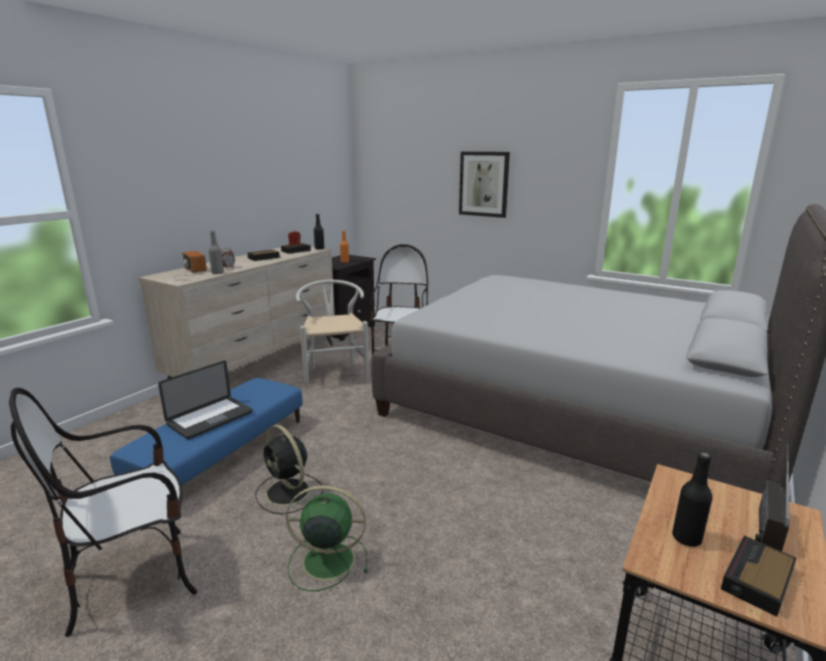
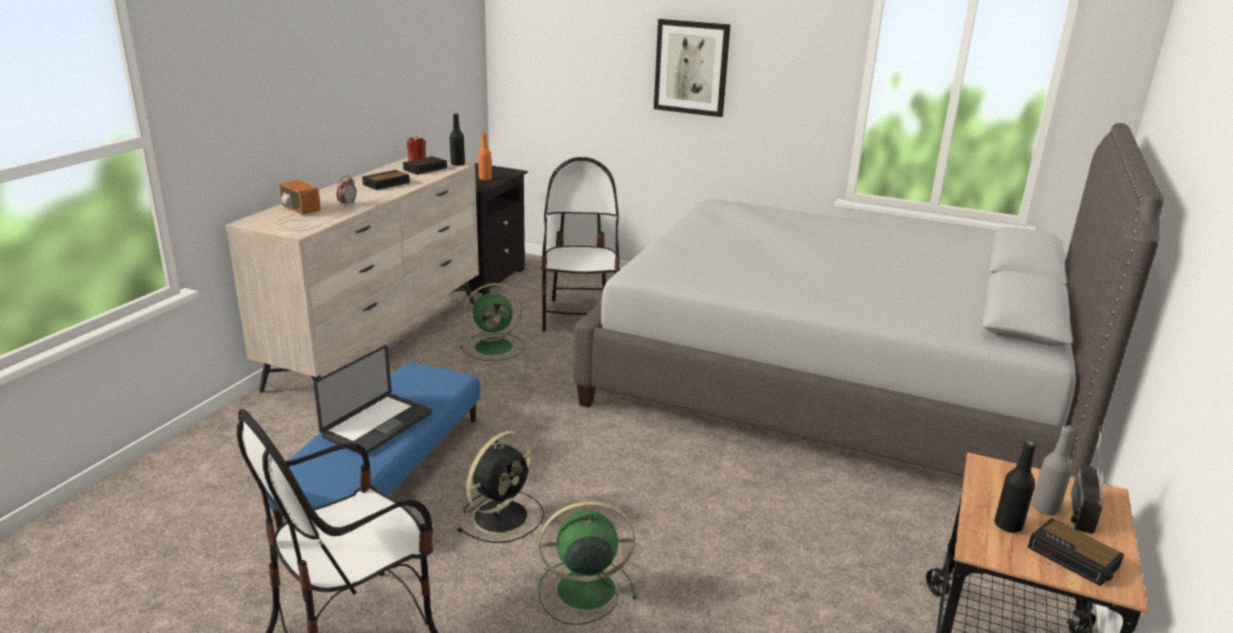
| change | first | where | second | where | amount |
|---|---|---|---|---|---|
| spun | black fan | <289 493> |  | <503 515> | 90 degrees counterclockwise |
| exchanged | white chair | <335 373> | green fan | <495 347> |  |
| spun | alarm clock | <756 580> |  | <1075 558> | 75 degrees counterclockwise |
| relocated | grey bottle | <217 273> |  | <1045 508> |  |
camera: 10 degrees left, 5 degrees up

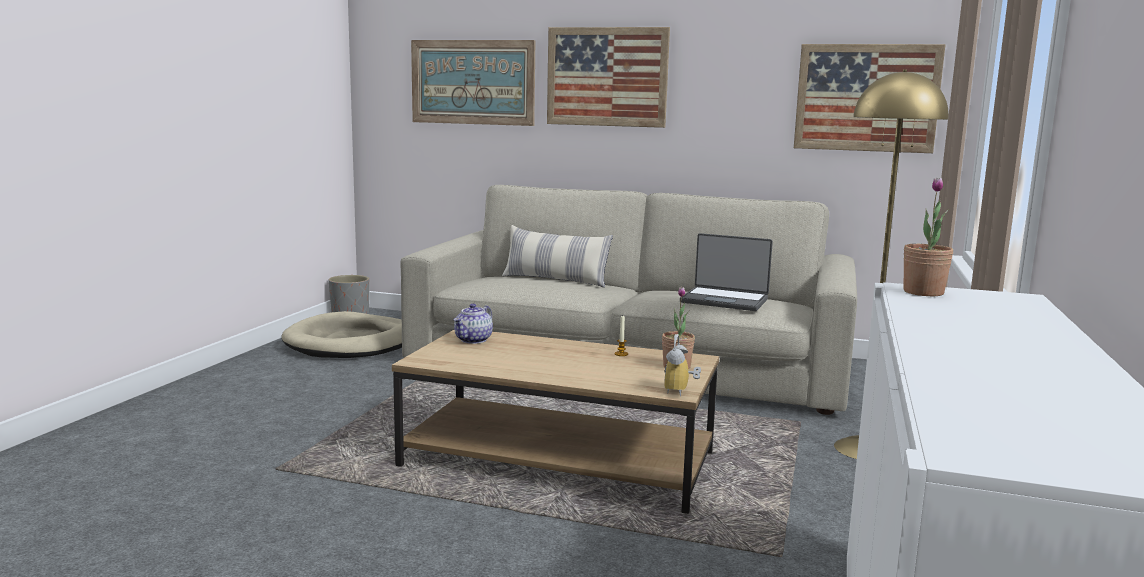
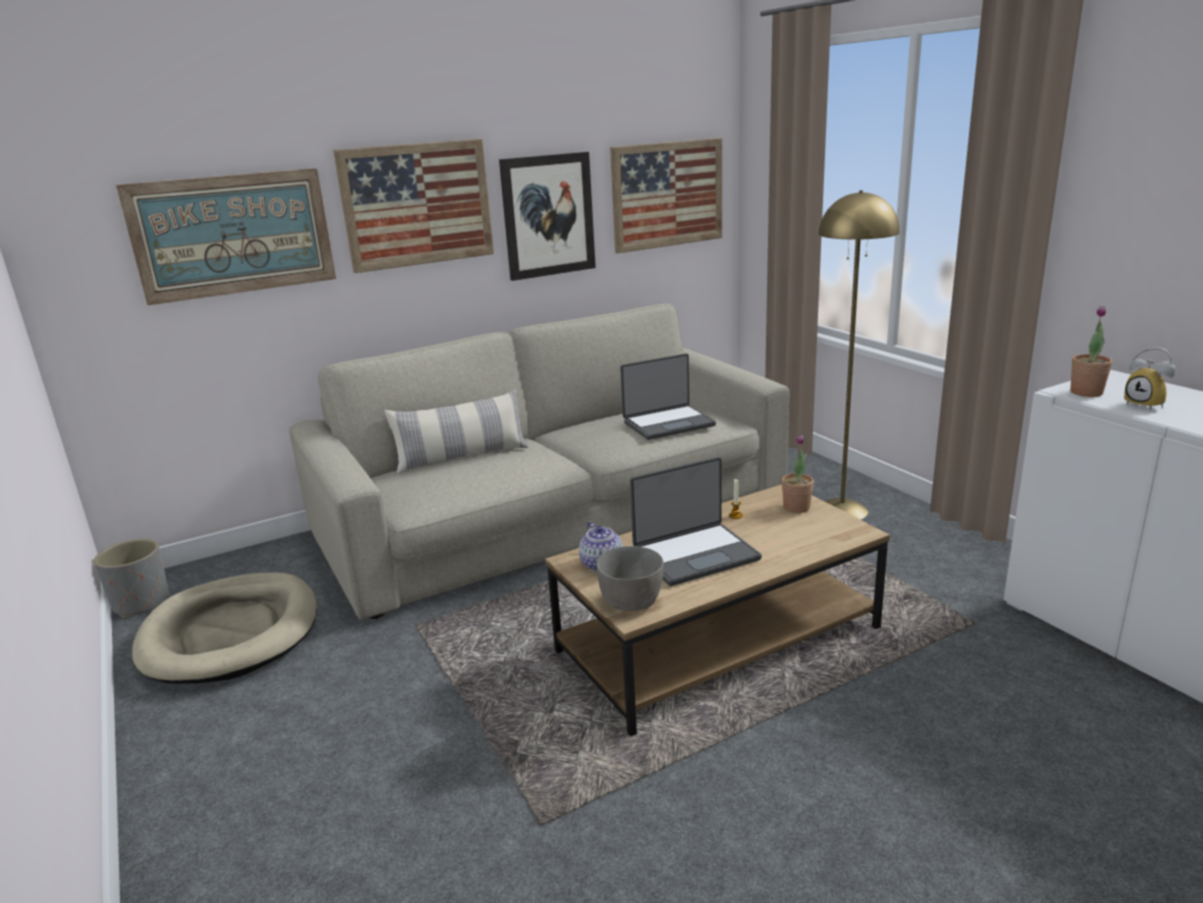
| change | first | where | second | where | amount |
|---|---|---|---|---|---|
| appeared |  |  | picture | <548 216> |  |
| appeared |  |  | grey bowl | <632 602> |  |
| appeared |  |  | laptop | <695 554> |  |
| relocated | alarm clock | <681 391> |  | <1147 405> |  |
camera: 45 degrees left, 10 degrees up

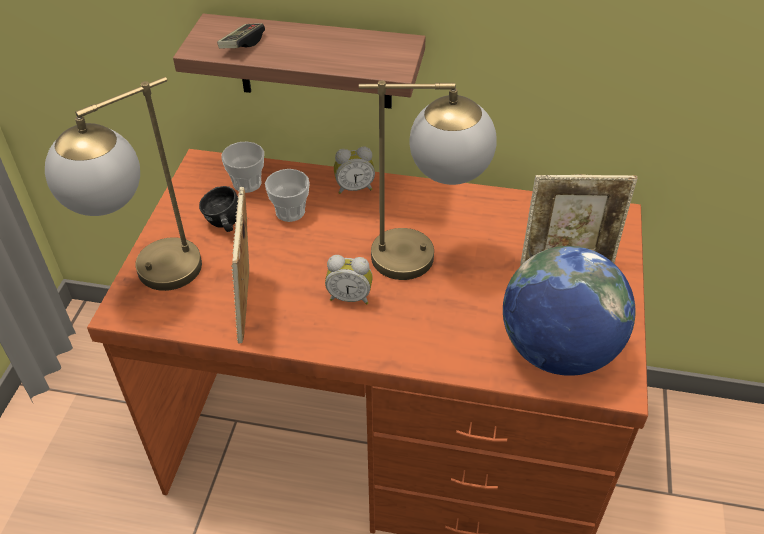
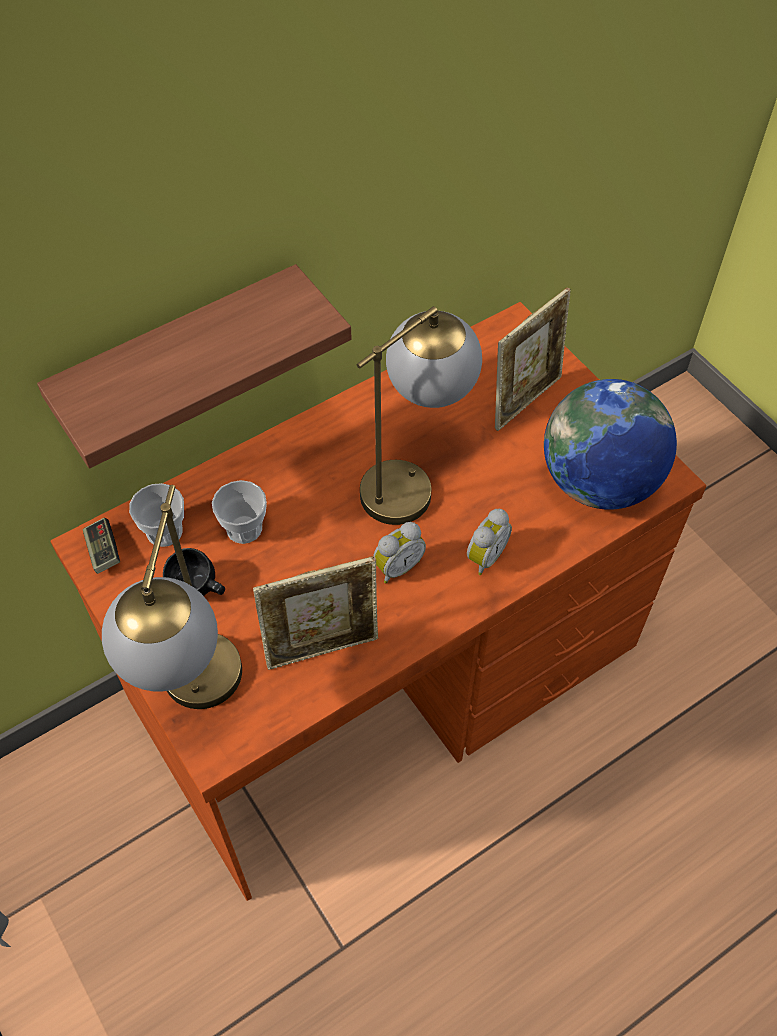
| change | first | where | second | where | amount |
|---|---|---|---|---|---|
| relocated | game controller | <242 44> |  | <103 551> |  |
| spun | picture frame | <247 306> |  | <322 647> | 60 degrees counterclockwise |
| relocated | alarm clock | <354 188> |  | <484 556> |  |
camera: 45 degrees left, 10 degrees up

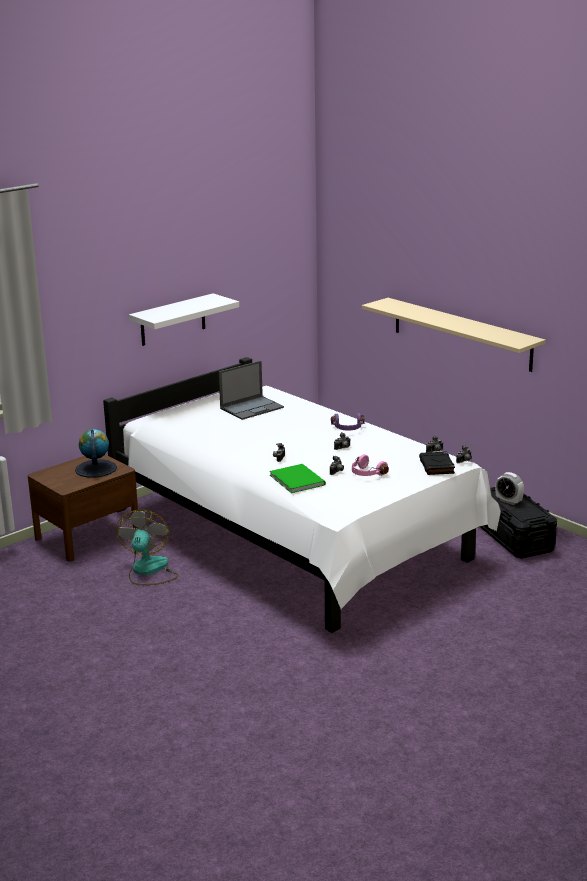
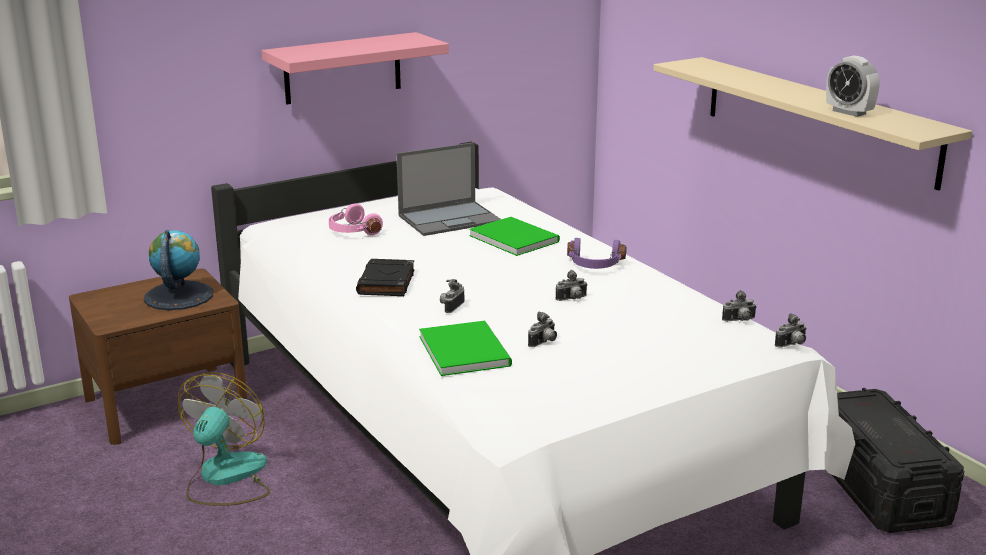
| change | first | where | second | where | amount |
|---|---|---|---|---|---|
| colour | white shelf | <173 320> | pink shelf | <342 68> |  |
| relocated | pink headphones | <366 473> |  | <353 231> |  |
| relocated | black book | <437 466> |  | <386 283> |  |
| appeared |  |  | green book | <514 237> |  |
| relocated | alarm clock | <508 501> |  | <849 112> |  |
camera: 10 degrees right, 0 degrees up

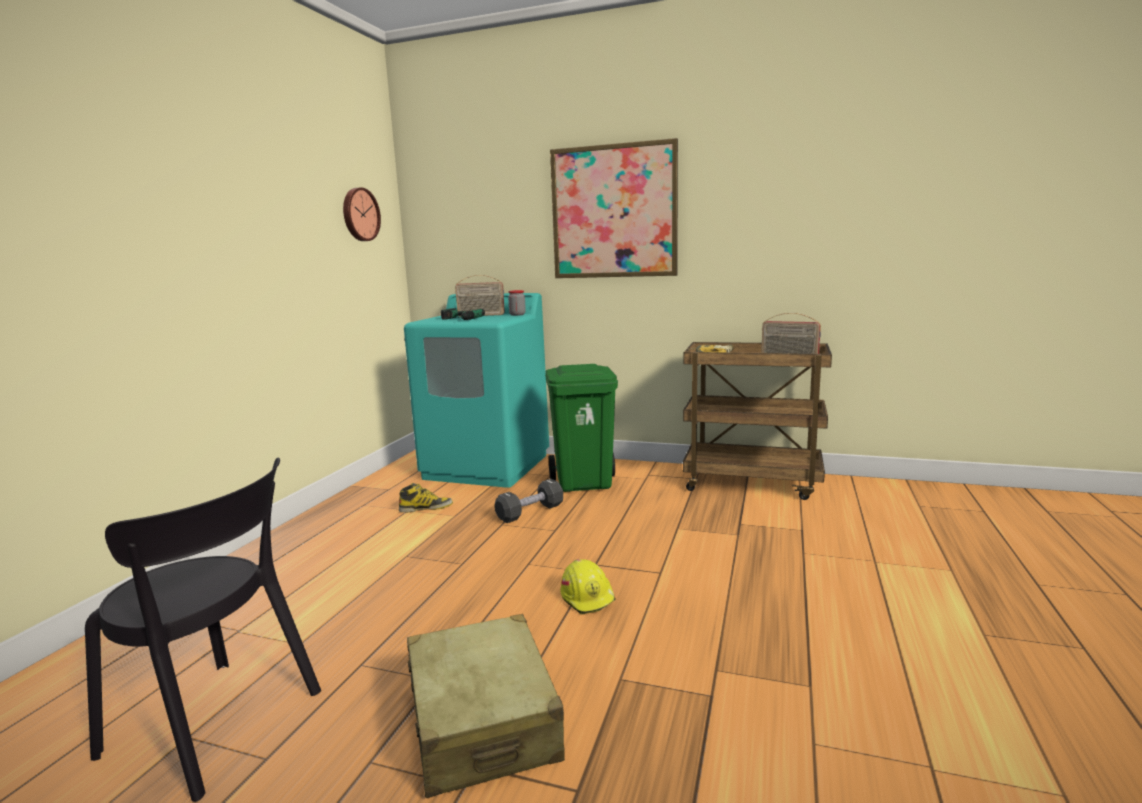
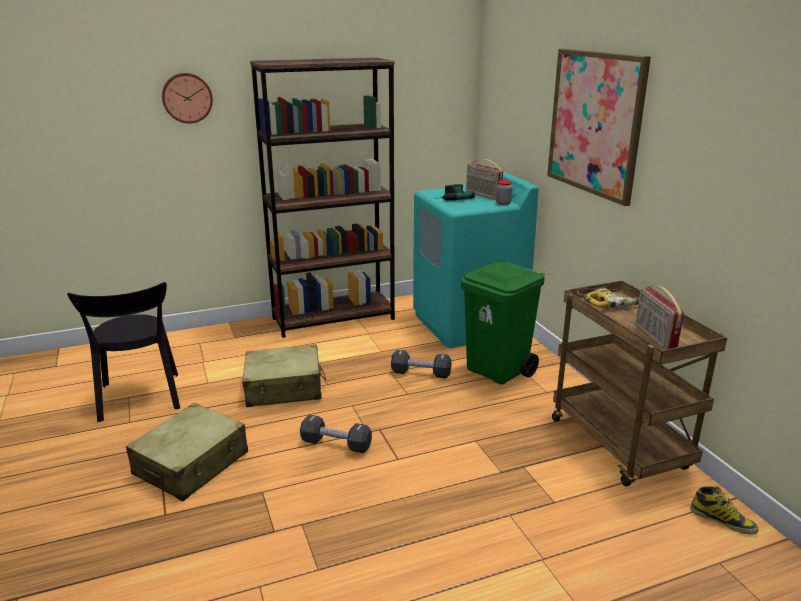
| change | first | where | second | where | amount |
|---|---|---|---|---|---|
| relocated | wall clock | <359 214> |  | <187 98> |  |
| appeared |  |  | beige suitcase | <284 388> |  |
| appeared |  |  | brown bookcase | <333 318> |  |
| exchanged | yellow hard hat | <588 597> | black dumbbell | <336 444> |  |
| relocated | boot | <426 508> |  | <722 520> |  |
camera: 50 degrees right, 10 degrees up

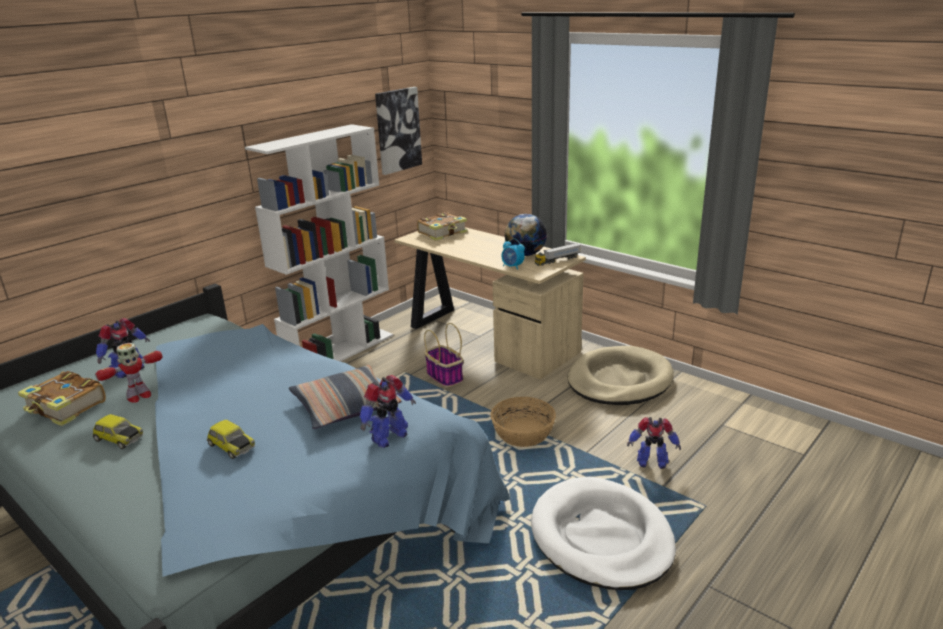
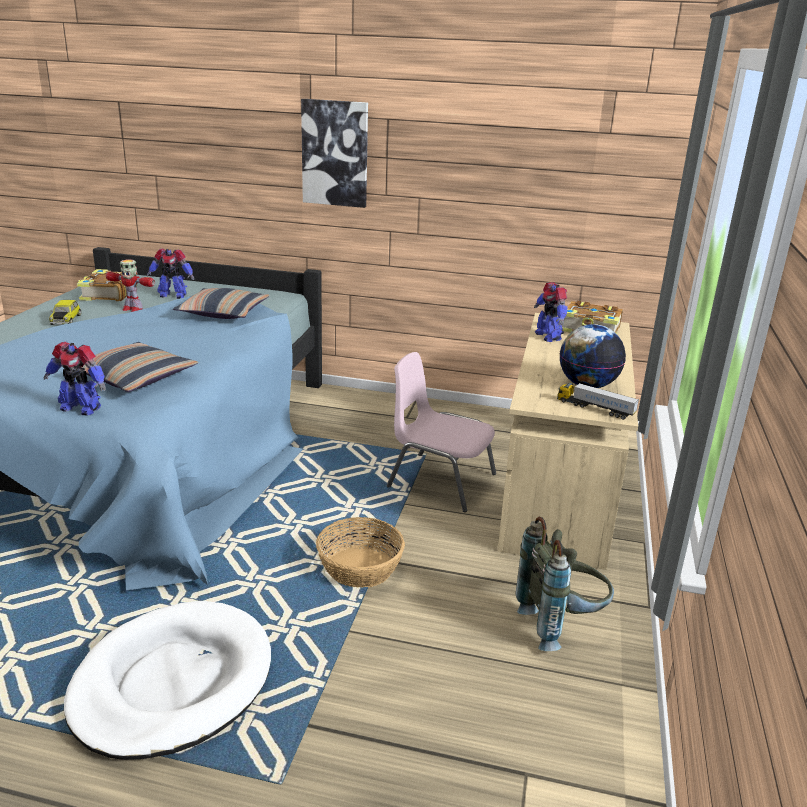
| change | first | where | second | where | amount |
|---|---|---|---|---|---|
| appeared |  |  | pillow | <223 313> |  |
| relocated | picture | <397 130> |  | <335 153> |  |
| exchanged | basket | <444 376> | pink chair | <440 480> |  |
| exchanged | beige dog bed | <619 380> | grey backpack | <560 624> |  |
| relocated | toy robot | <651 462> |  | <548 336> |  |
| missing | toy car | <231 447> |  |  |  |
| missing | white bookcase | <340 351> |  |  |  |
| missing | alarm clock | <512 267> |  |  |  |
camera: 60 degrees right, 0 degrees up

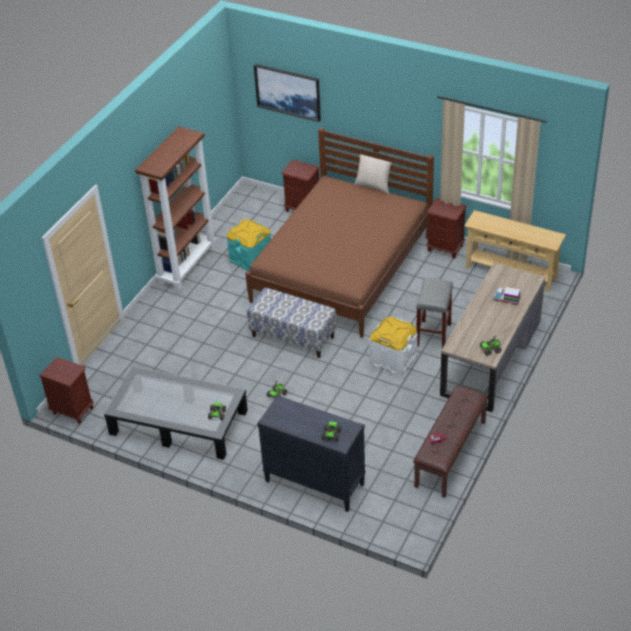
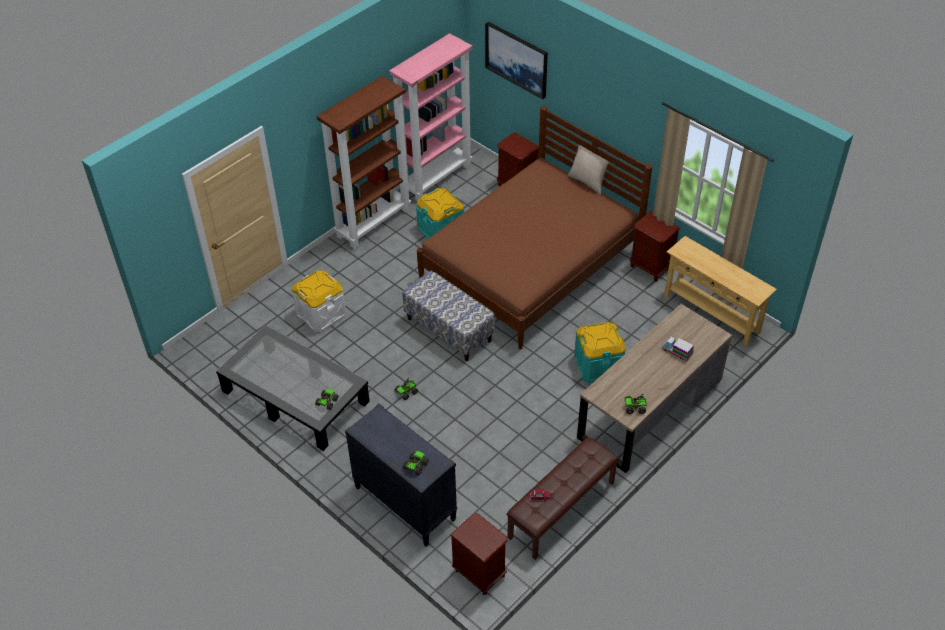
| change | first | where | second | where | amount |
|---|---|---|---|---|---|
| relocated | white storage box | <393 359> |  | <321 314> |  |
| appeared |  |  | pink bookcase | <436 177> |  |
| relocated | brown nightstand | <73 410> |  | <480 573> |  |
| exchanged | grey stool | <433 334> | turquoise storage box | <598 365> |  |
camera: 15 degrees right, 5 degrees up

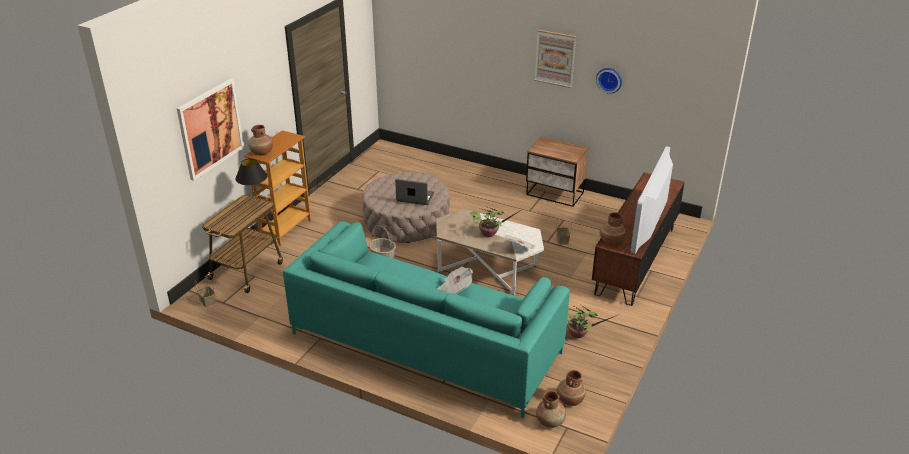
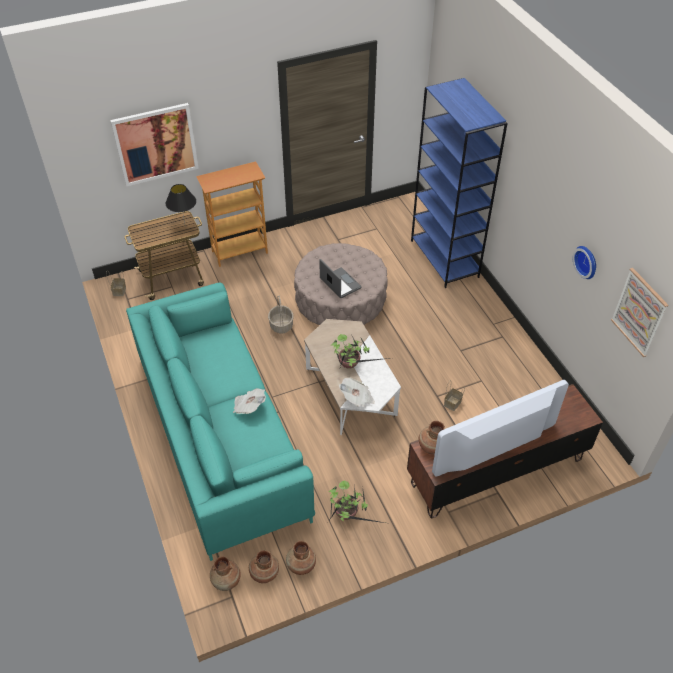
| change | first | where | second | where | amount |
|---|---|---|---|---|---|
| relocated | brown vase | <261 153> |  | <301 565> |  |
| appeared |  |  | blue bookcase | <445 259> |  |
| relocated | picture | <555 58> |  | <639 312> |  |
| missing | nightstand | <555 194> |  |  |  |
camera: 40 degrees right, 15 degrees up

